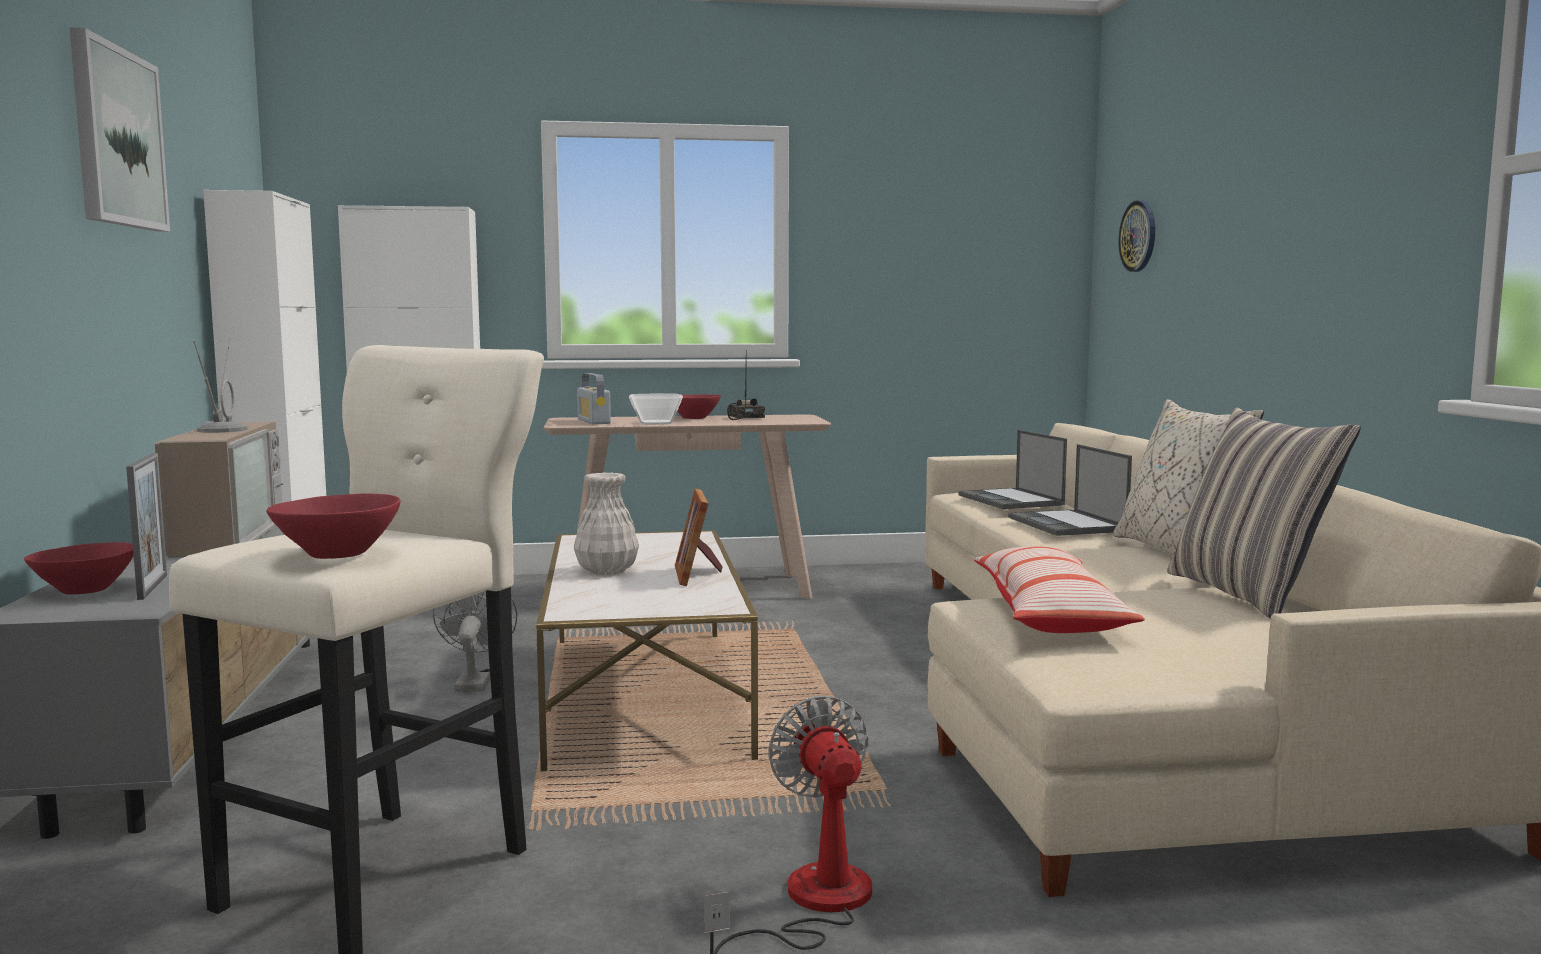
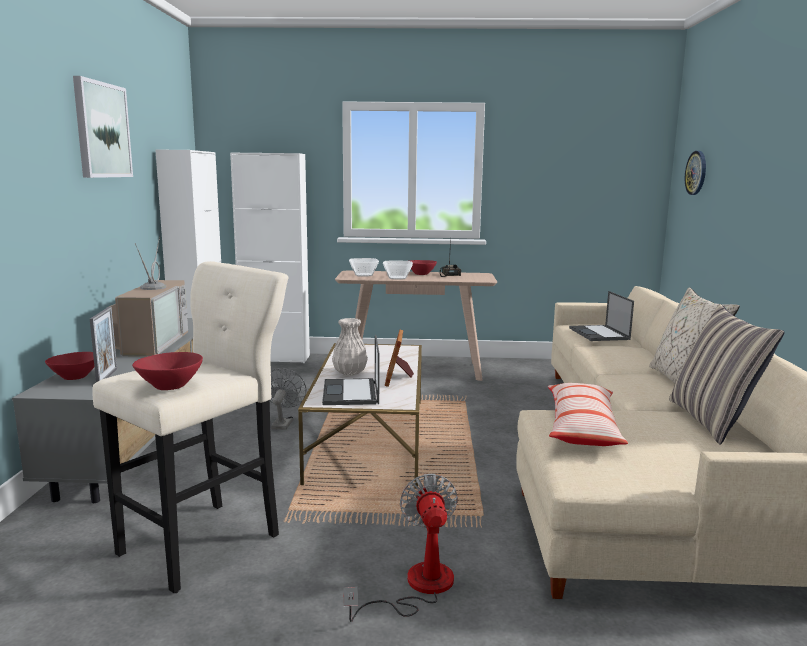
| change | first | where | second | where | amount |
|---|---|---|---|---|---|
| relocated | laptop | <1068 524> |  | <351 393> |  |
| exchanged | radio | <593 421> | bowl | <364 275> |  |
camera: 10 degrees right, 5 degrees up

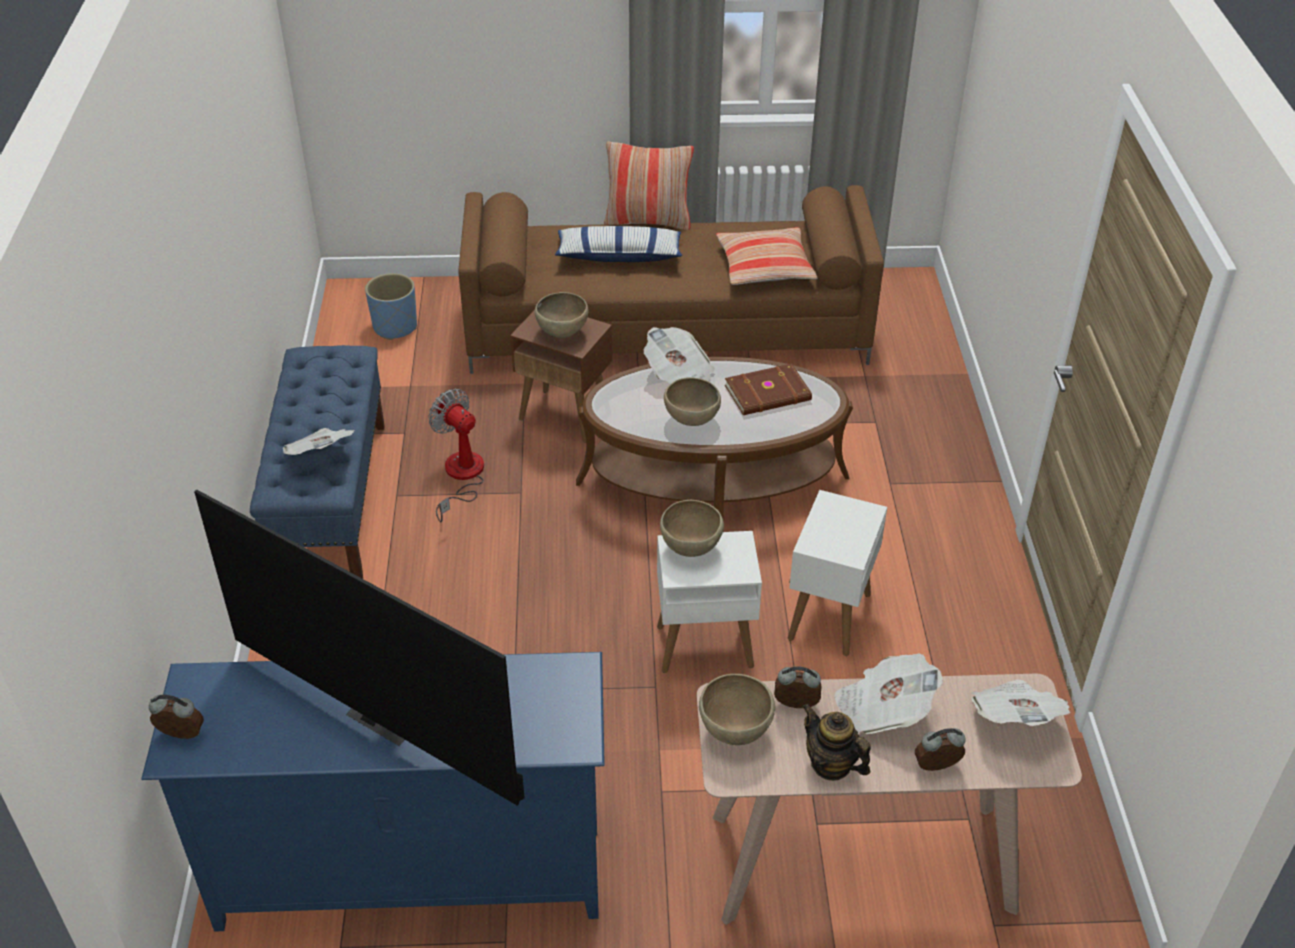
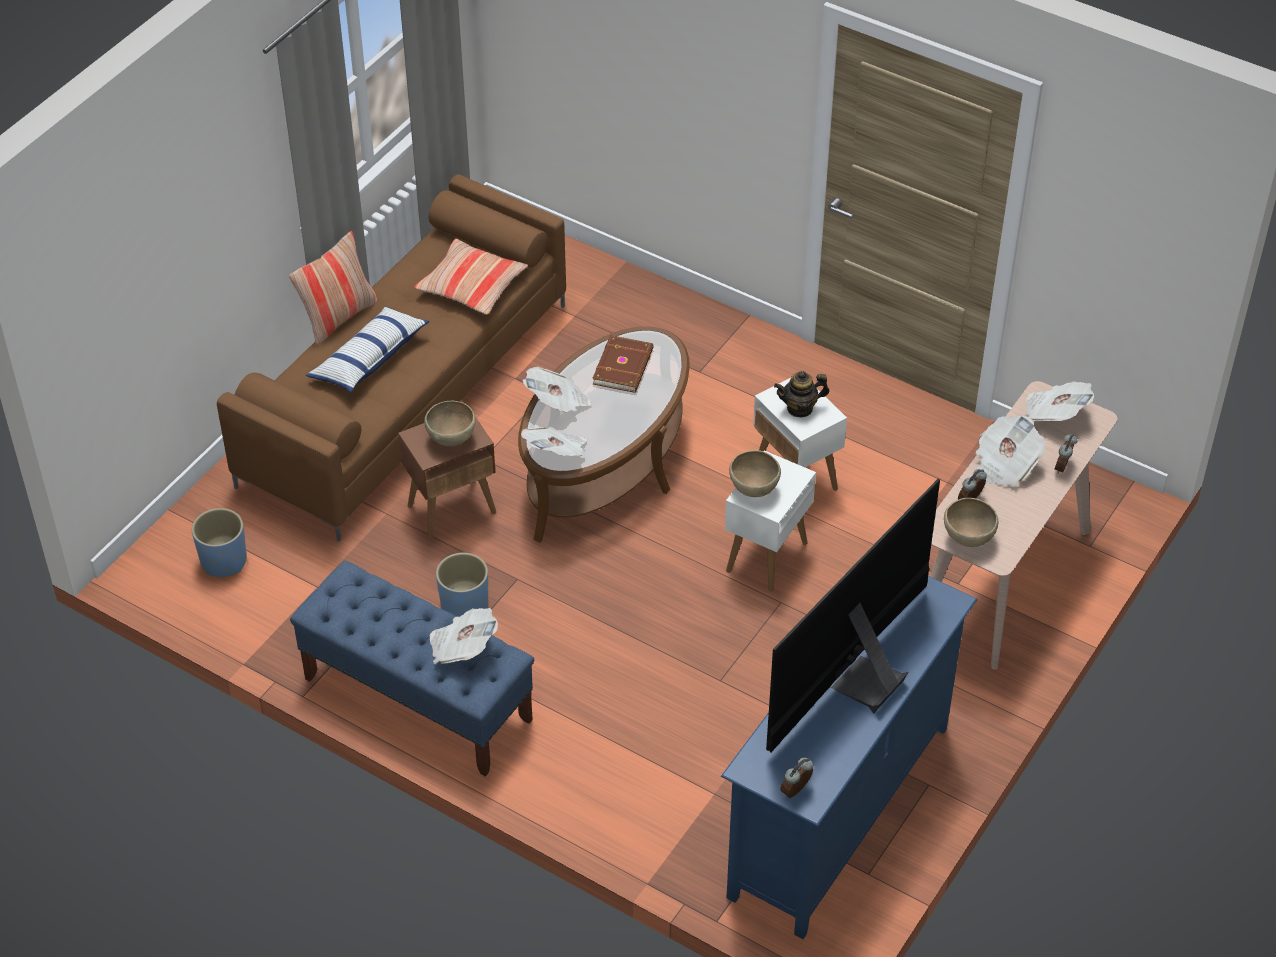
| change | first | where | second | where | amount |
|---|---|---|---|---|---|
| exchanged | fan | <461 477> | blue planter | <465 606> |  |
| appeared |  |  | newspaper | <557 453> |  |
| spun | television | <388 715> |  | <859 680> | 150 degrees clockwise |
| relocated | teapot | <831 764> |  | <800 408> |  |
| missing | brown bowl | <691 421> |  |  |  |
camera: 55 degrees left, 5 degrees up

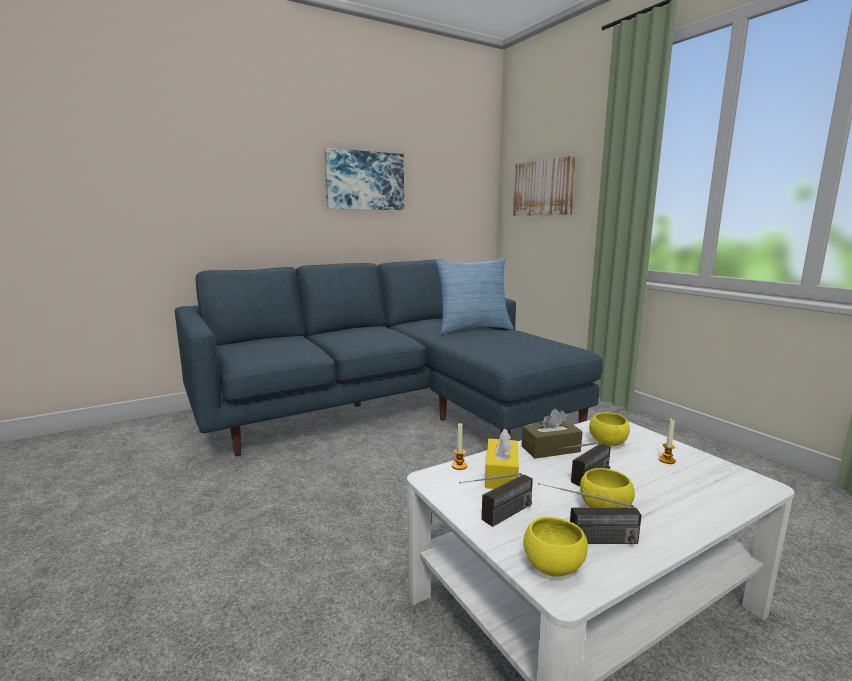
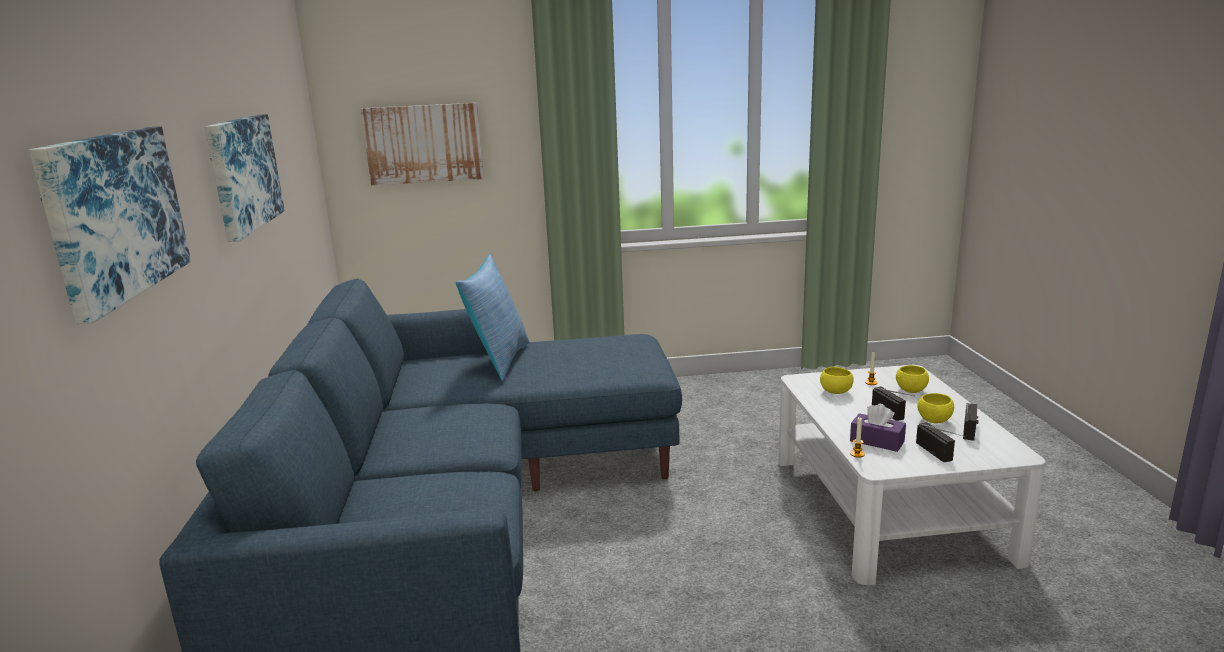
| change | first | where | second | where | amount |
|---|---|---|---|---|---|
| appeared |  |  | picture | <114 215> |  |
| colour | yellow tissue box | <501 474> | purple tissue box | <877 441> |  |
| relocated | yellow bowl | <553 567> |  | <911 390> |  |
| missing | brown tissue box | <550 449> |  |  |  |
camera: 65 degrees left, 5 degrees up

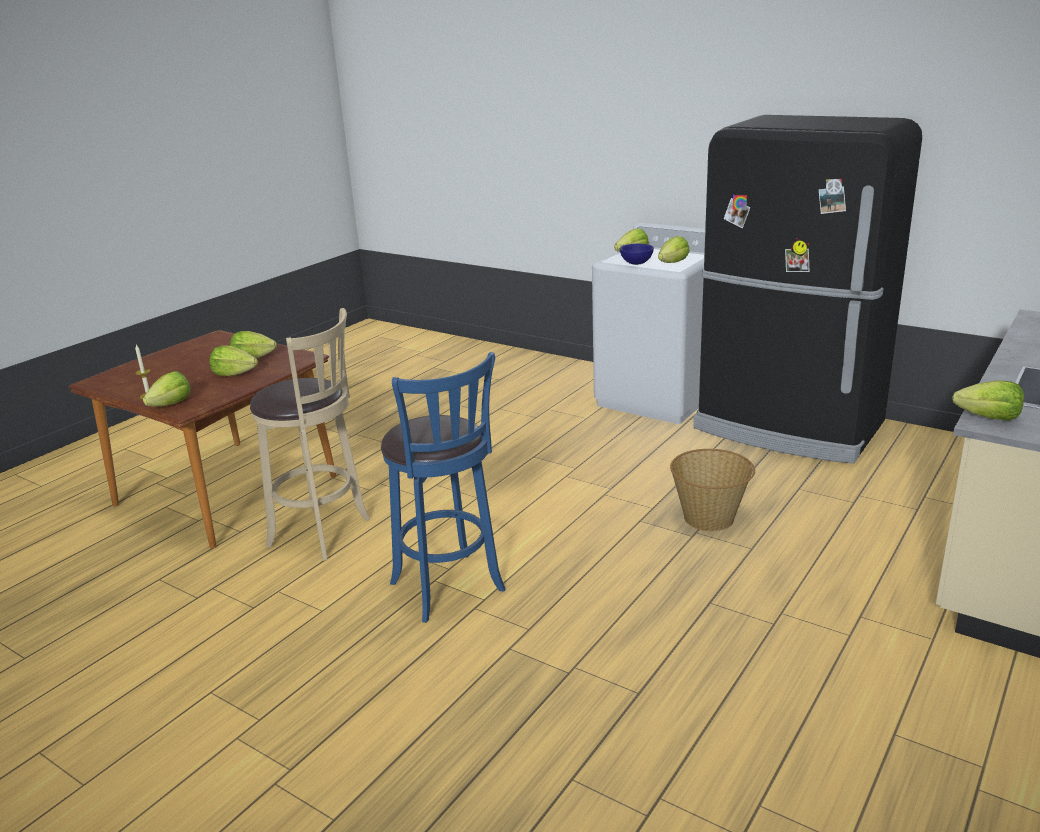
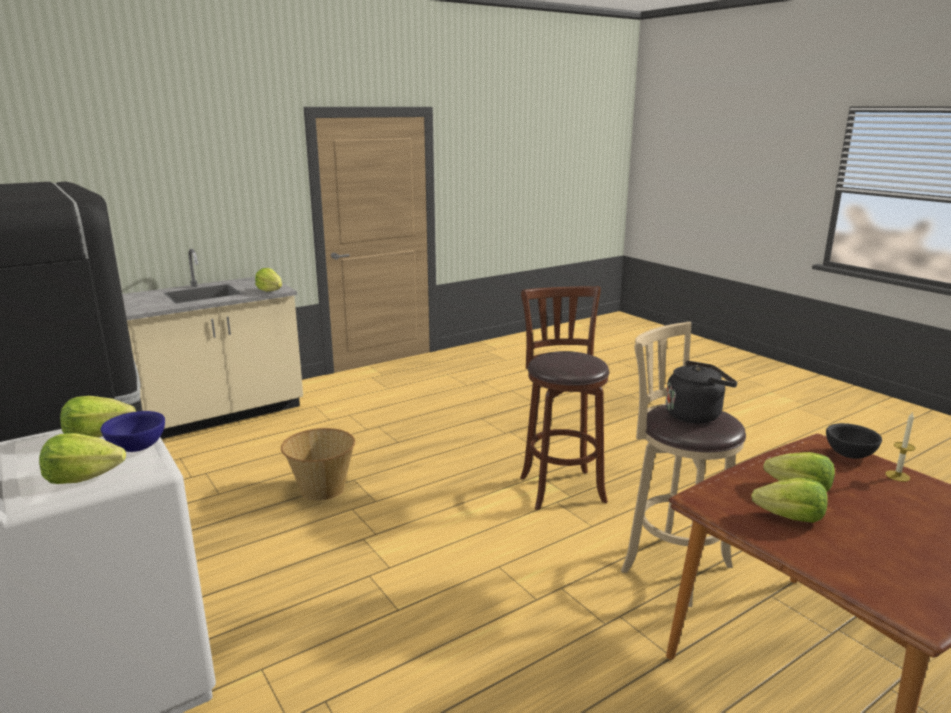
| change | first | where | second | where | amount |
|---|---|---|---|---|---|
| colour | blue stool | <450 589> | brown stool | <560 487> |  |
| appeared |  |  | black kettle | <696 415> |  |
| exchanged | lettuce | <171 404> | black bowl | <848 455> |  |
camera: 160 degrees left, 5 degrees down

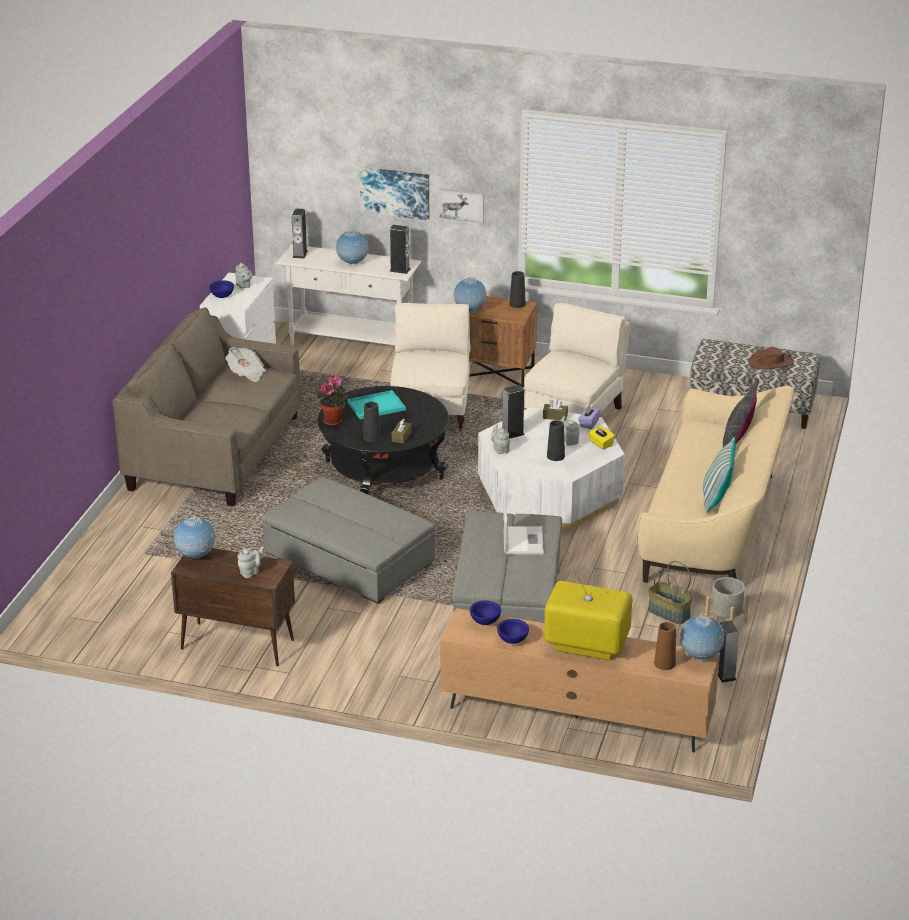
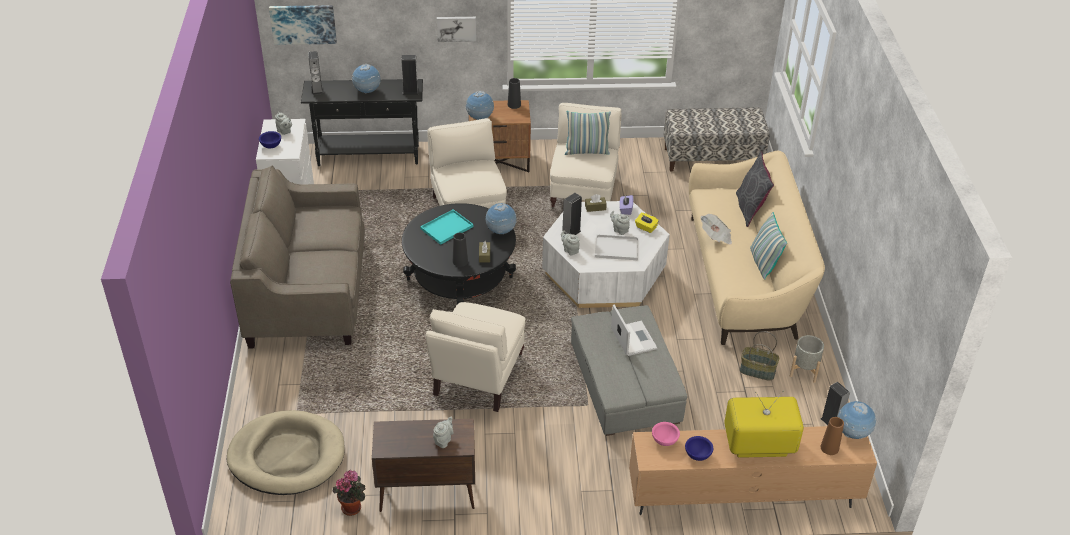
| change | first | where | second | where | amount |
|---|---|---|---|---|---|
| appeared |  |  | beige dog bed | <287 456> |  |
| relocated | picture | <395 192> |  | <303 24> |  |
| colour | white console table | <352 344> | black console table | <369 156> |  |
| relocated | potted plant | <334 420> |  | <352 506> |  |
| exchanged | grey ottoman | <349 559> | beige armchair | <477 378> |  |
| relocated | globe | <196 556> |  | <501 232> |  |
| appeared |  |  | pillow | <586 151> |  |
| exchanged | black vase | <555 456> | white tray | <617 248> |  |
| colour | blue bowl | <484 622> | pink bowl | <664 441> |  |
| relocated | newspaper | <246 374> |  | <716 236> |  |
| missing | brown hat | <771 362> |  |  |  |
camera: 20 degrees left, 10 degrees up

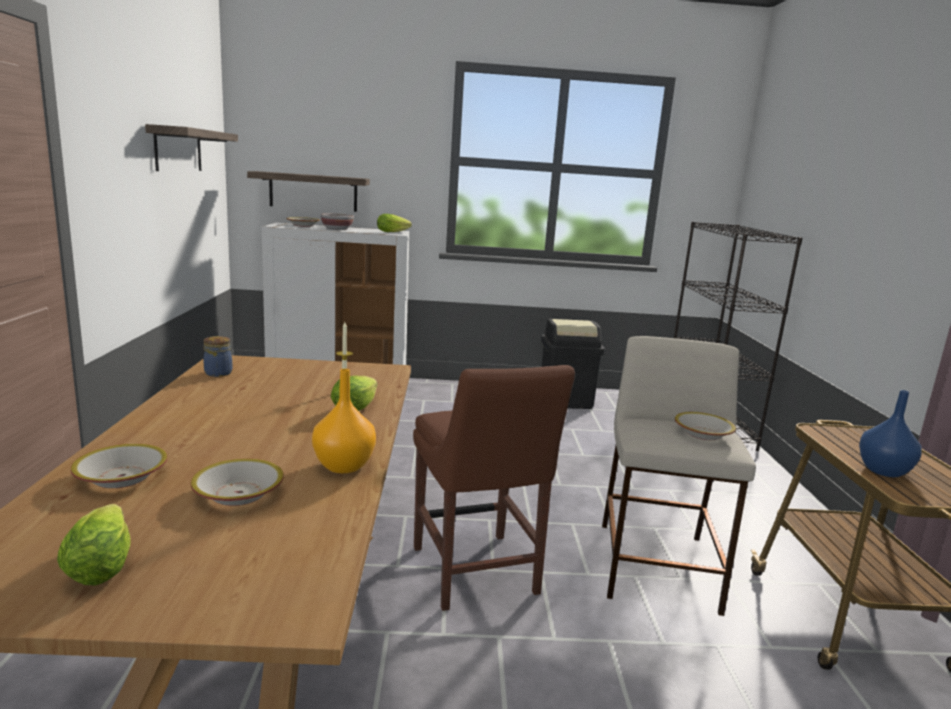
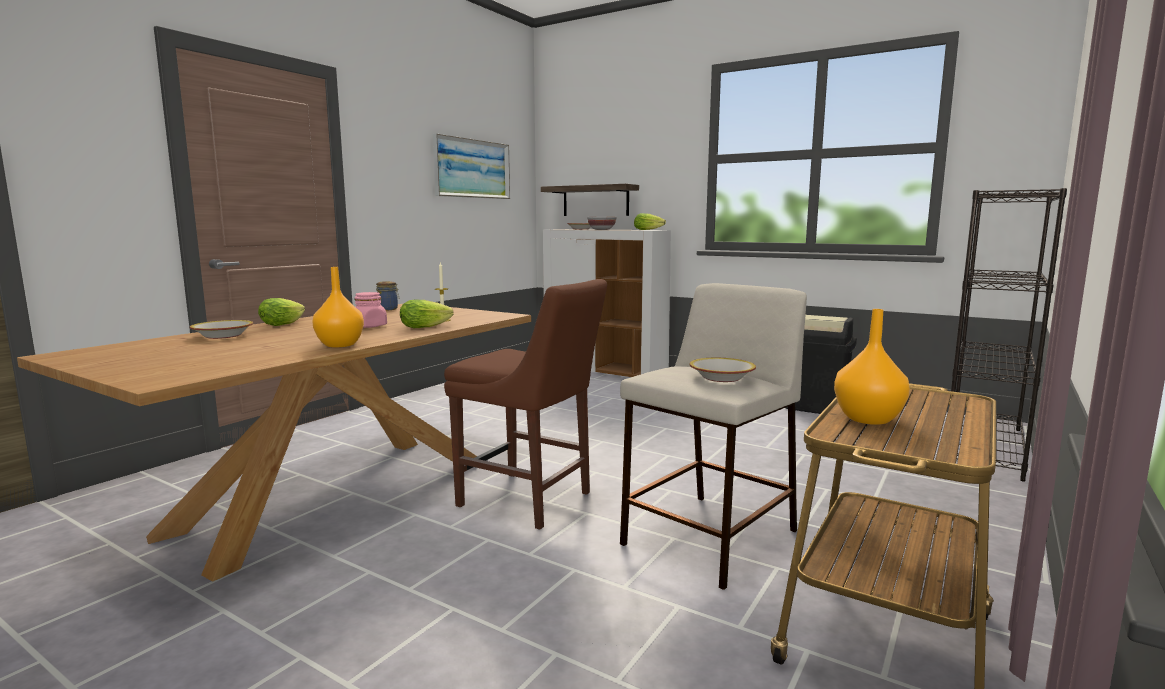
| change | first | where | second | where | amount |
|---|---|---|---|---|---|
| relocated | lettuce | <103 562> |  | <285 323> |  |
| appeared |  |  | pink jar | <369 326> |  |
| exchanged | shelf | <178 149> | picture | <472 169> |  |
| spun | brown chair | <476 574> |  | <529 501> | 75 degrees counterclockwise |
| colour | blue vase | <884 471> | orange vase | <867 419> |  |
| missing | bowl | <239 494> |  |  |  |
camera: 35 degrees right, 5 degrees down

